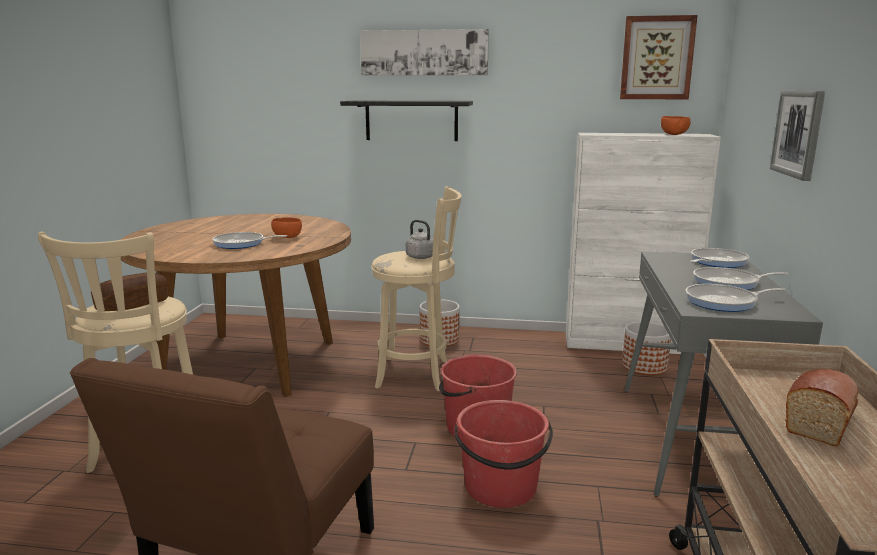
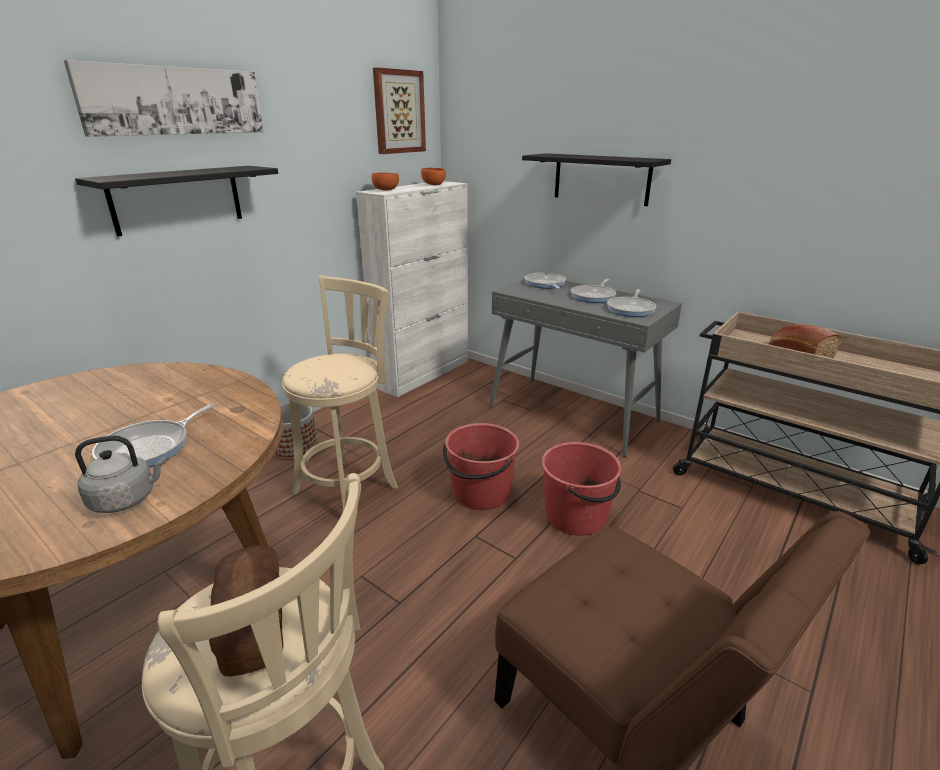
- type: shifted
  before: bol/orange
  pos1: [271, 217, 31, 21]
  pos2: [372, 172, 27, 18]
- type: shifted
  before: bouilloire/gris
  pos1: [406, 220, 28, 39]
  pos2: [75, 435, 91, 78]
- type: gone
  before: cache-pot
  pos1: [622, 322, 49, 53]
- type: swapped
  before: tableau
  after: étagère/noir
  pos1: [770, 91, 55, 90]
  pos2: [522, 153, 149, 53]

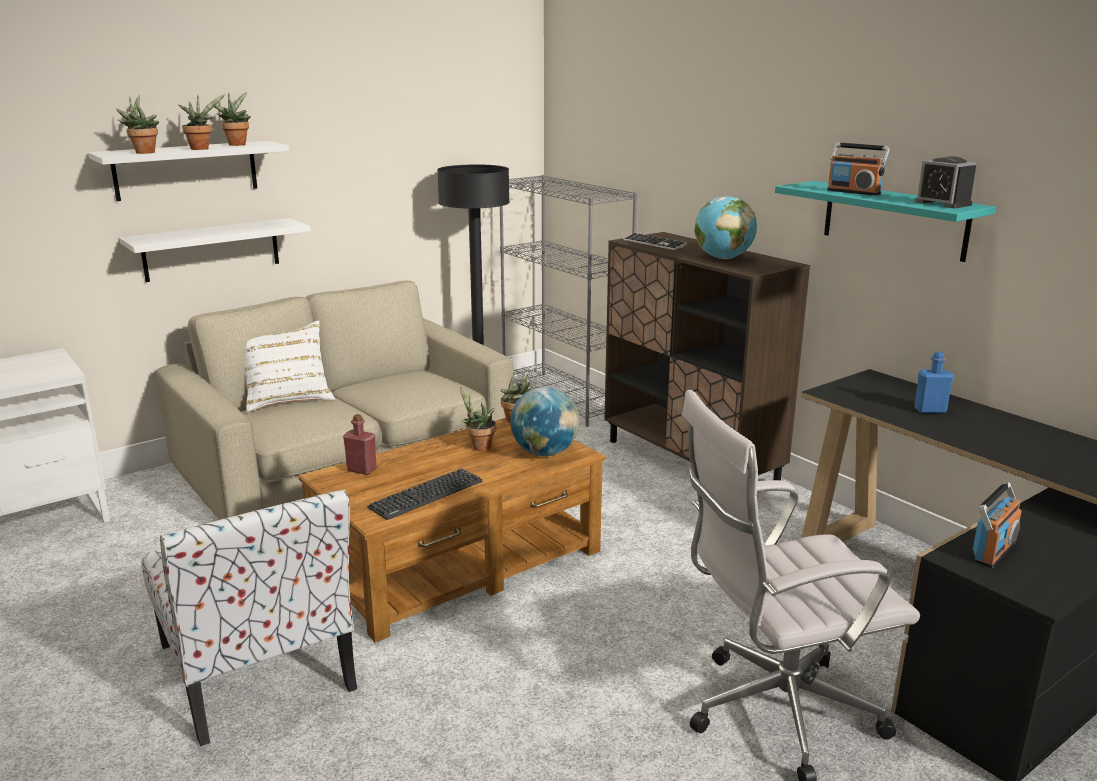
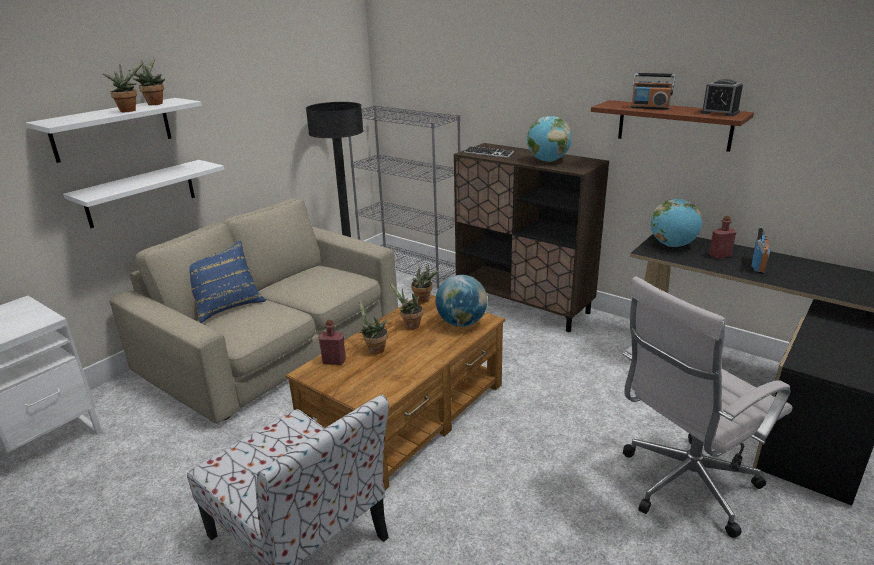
- type: shifted
  before: plante en pot
  pos1: [116, 96, 43, 58]
  pos2: [358, 300, 30, 54]
- type: repainted
  before: coussin/blanc
  after: coussin/bleu
  pos1: [245, 321, 90, 91]
  pos2: [189, 240, 77, 83]
- type: gone
  before: clavier
  pos1: [367, 468, 115, 52]
- type: repainted
  before: étagère/turquoise
  after: étagère/marron
  pos1: [775, 181, 221, 81]
  pos2: [591, 100, 163, 52]
- type: repainted
  before: bouteille/bleu
  after: bouteille/rouge
  pos1: [914, 352, 40, 61]
  pos2: [709, 216, 27, 43]
- type: shifted
  before: radio
  pos1: [973, 482, 49, 86]
  pos2: [752, 227, 19, 47]
- type: new
  after: globe
  pos2: [651, 199, 51, 48]

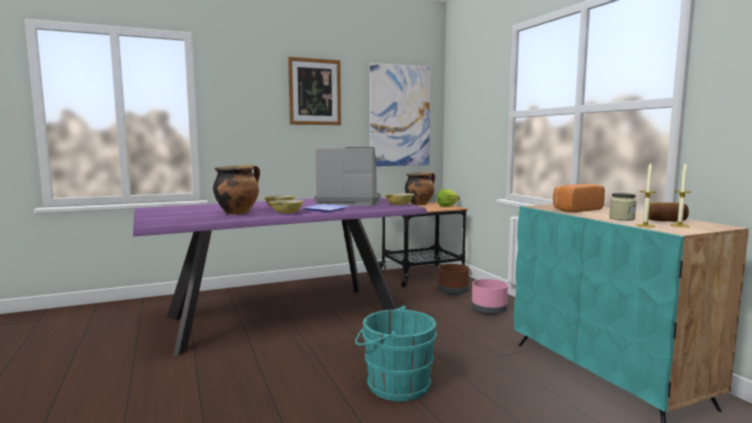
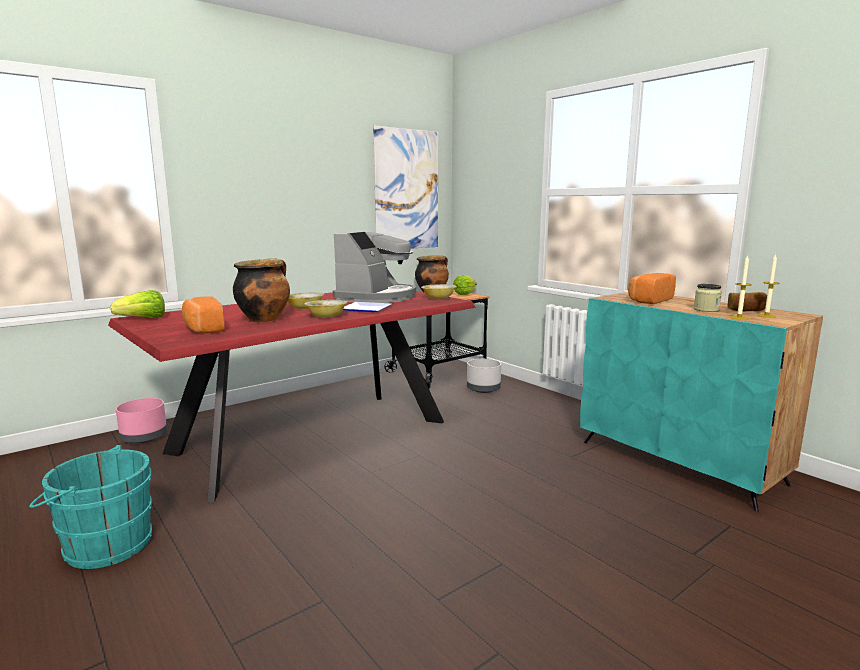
- type: repainted
  before: table à manger/violet
  after: table à manger/rouge
  pos1: [133, 198, 295, 158]
  pos2: [108, 291, 367, 212]
- type: gone
  before: tableau
  pos1: [288, 57, 53, 68]
- type: rotated
  before: machine à café
  pos1: [314, 147, 67, 59]
  pos2: [333, 231, 83, 72]
  turn: 120
- type: shifted
  before: seau/turquoise
  pos1: [355, 306, 82, 95]
  pos2: [29, 445, 123, 124]
- type: repainted
  before: cache-pot/marron
  after: cache-pot/gris
  pos1: [438, 264, 31, 31]
  pos2: [467, 359, 34, 34]
- type: shifted
  before: cache-pot/rose
  pos1: [472, 279, 36, 36]
  pos2: [116, 398, 51, 45]
- type: new
  after: laitue
  pos2: [110, 290, 55, 28]
- type: new
  after: pain
  pos2: [182, 296, 43, 37]

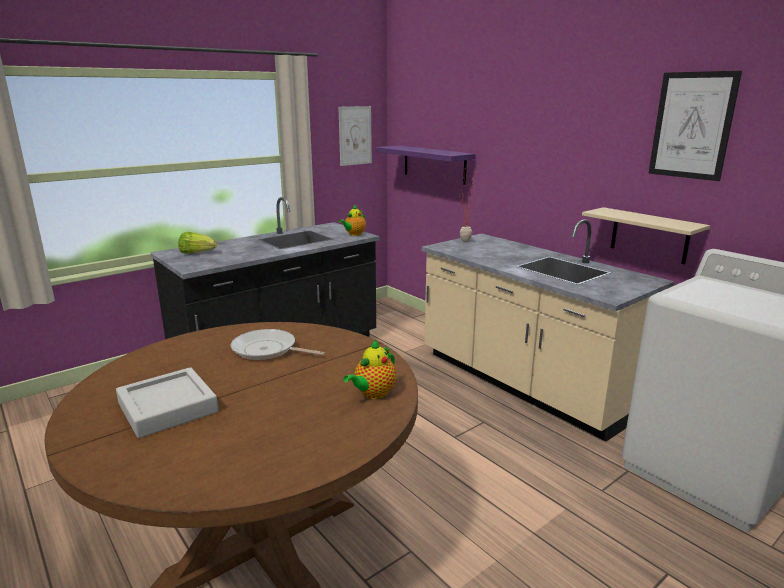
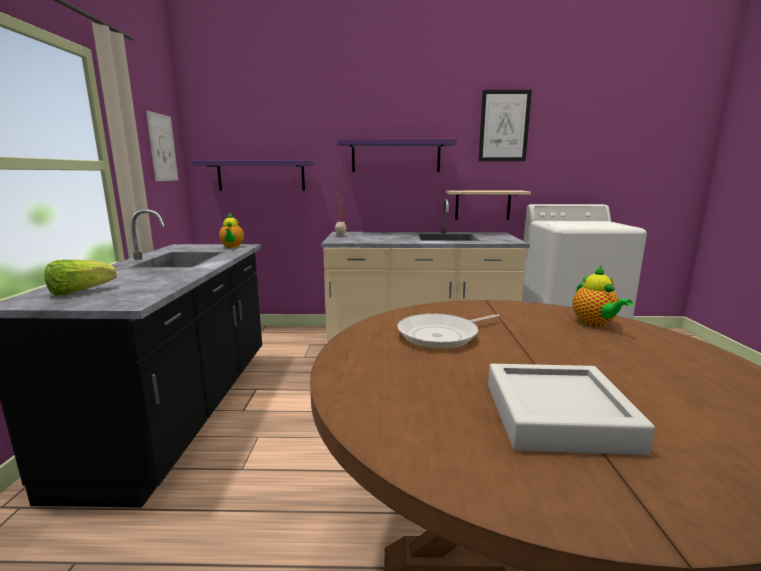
- type: new
  after: étagère/violet
  pos2: [337, 139, 120, 33]

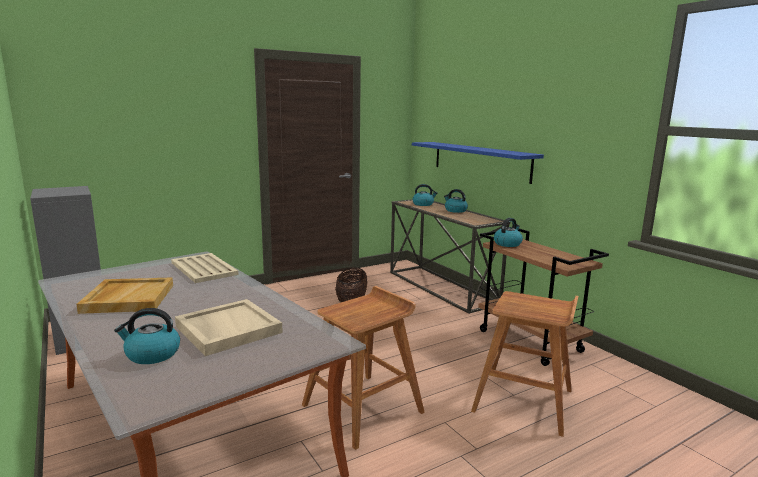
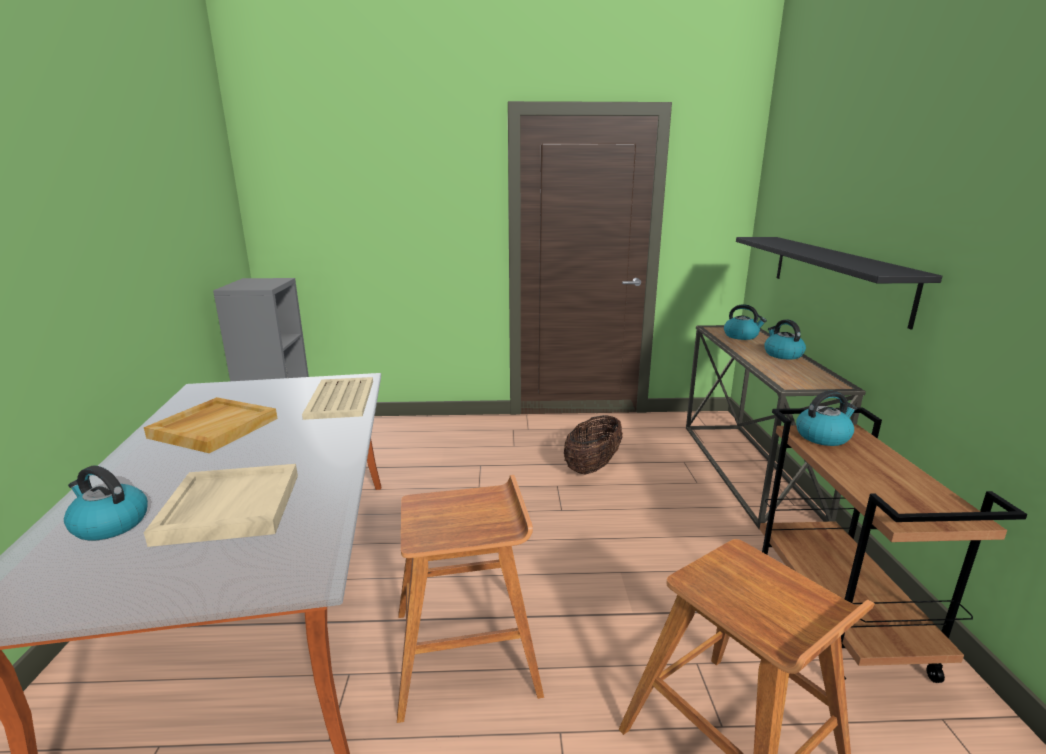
- type: repainted
  before: étagère/bleu
  after: étagère/noir
  pos1: [412, 142, 132, 42]
  pos2: [736, 237, 206, 93]

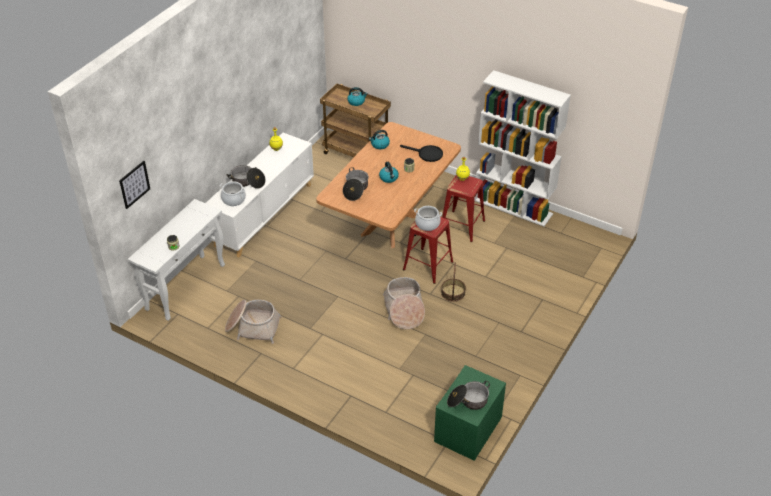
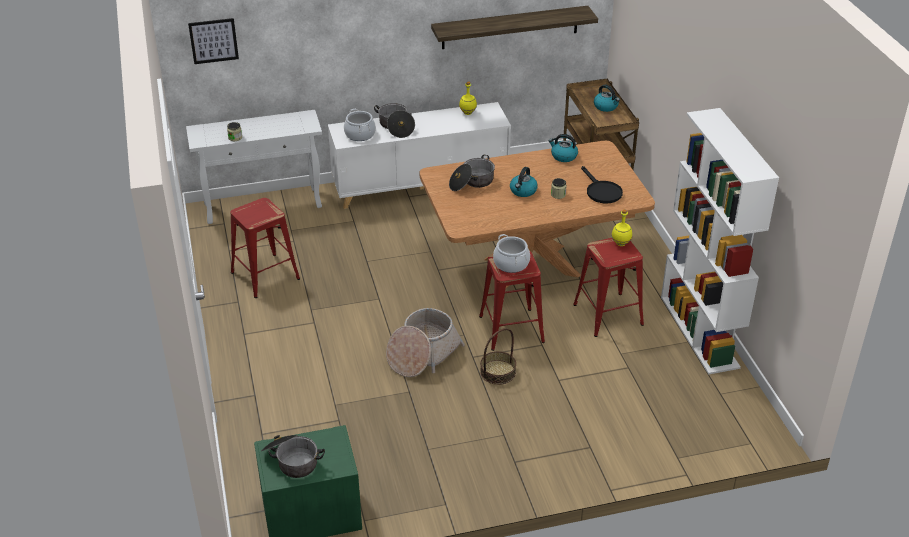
- type: swapped
  before: panier
  after: tabouret/rouge
  pos1: [225, 300, 57, 44]
  pos2: [230, 198, 70, 100]
- type: new
  after: étagère
  pos2: [431, 6, 167, 43]

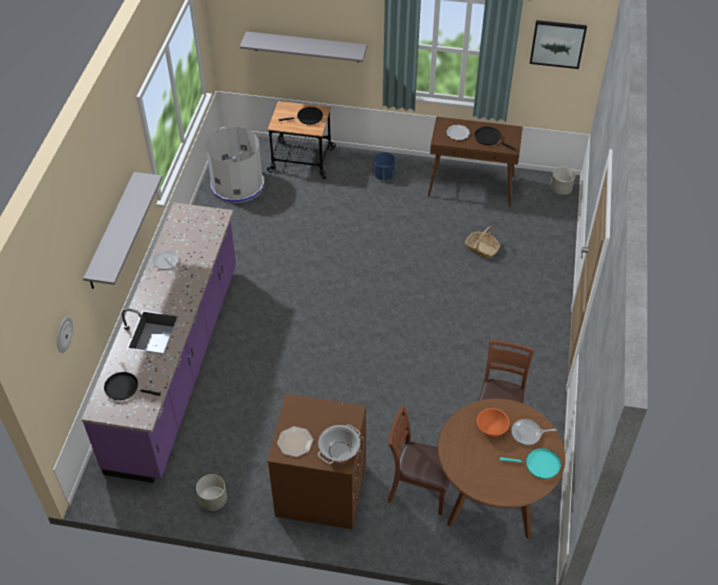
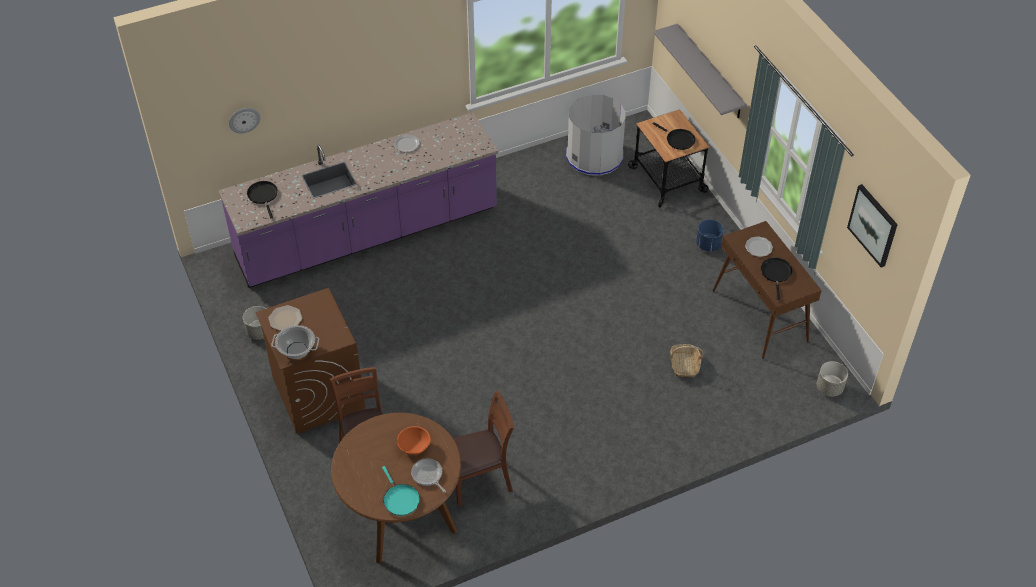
- type: gone
  before: étagère/gris
  pos1: [83, 172, 79, 117]

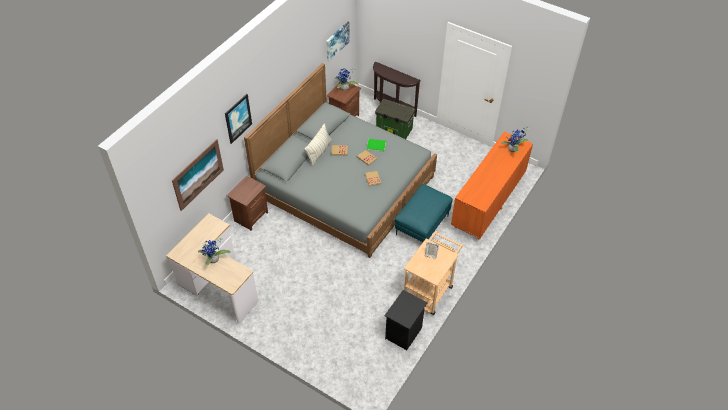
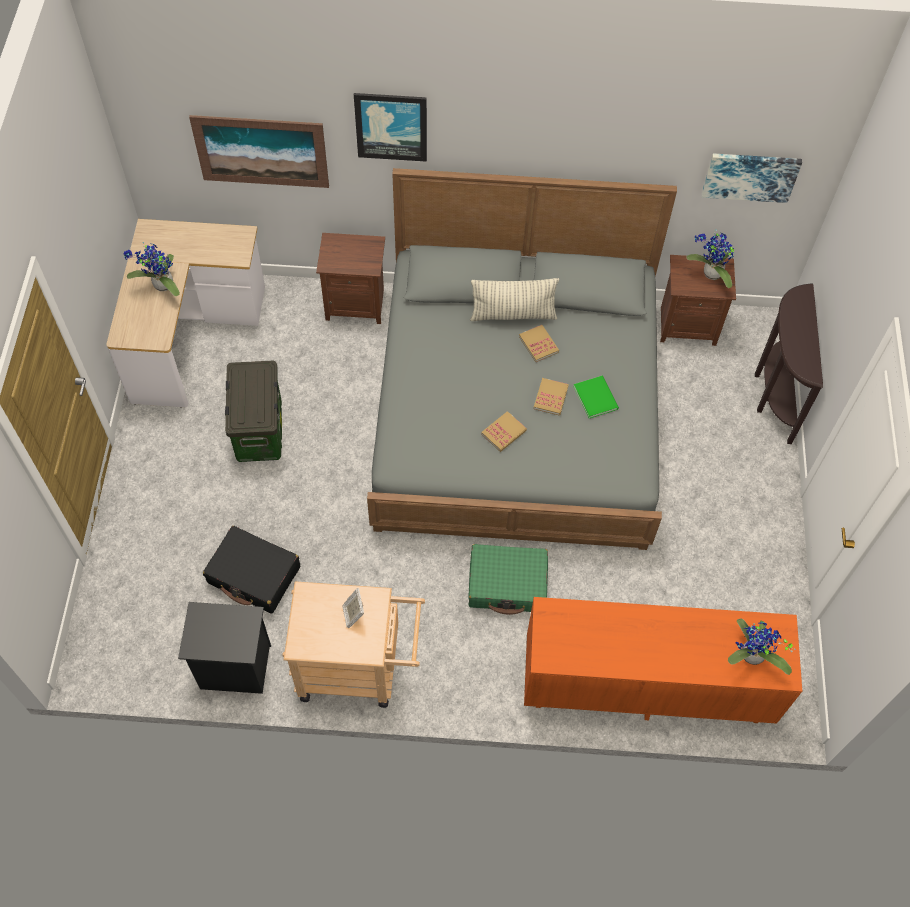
- type: shifted
  before: boîte de rangement
  pos1: [375, 99, 40, 40]
  pos2: [225, 361, 57, 101]
- type: swapped
  before: pouf/turquoise
  after: valise/vert
  pos1: [395, 184, 58, 58]
  pos2: [468, 544, 80, 71]
- type: new
  after: valise/noir
  pos2: [203, 526, 97, 87]

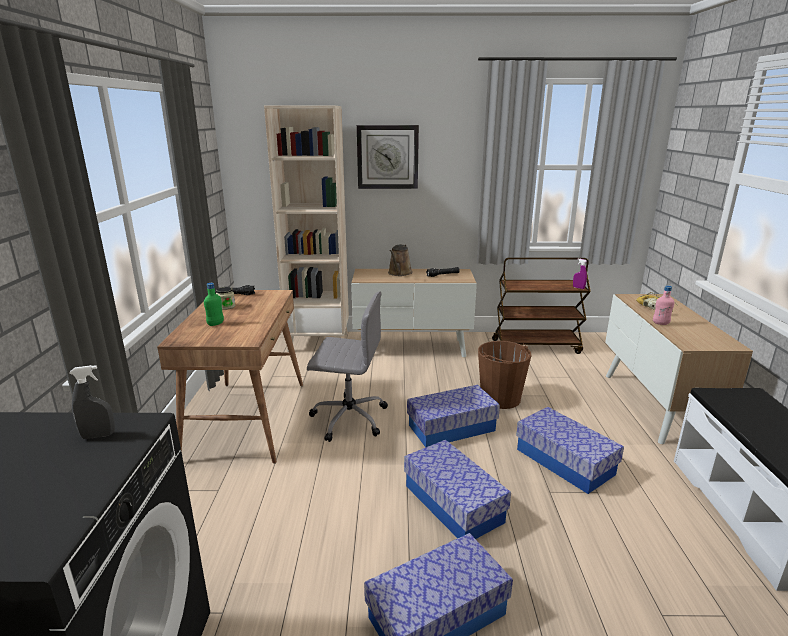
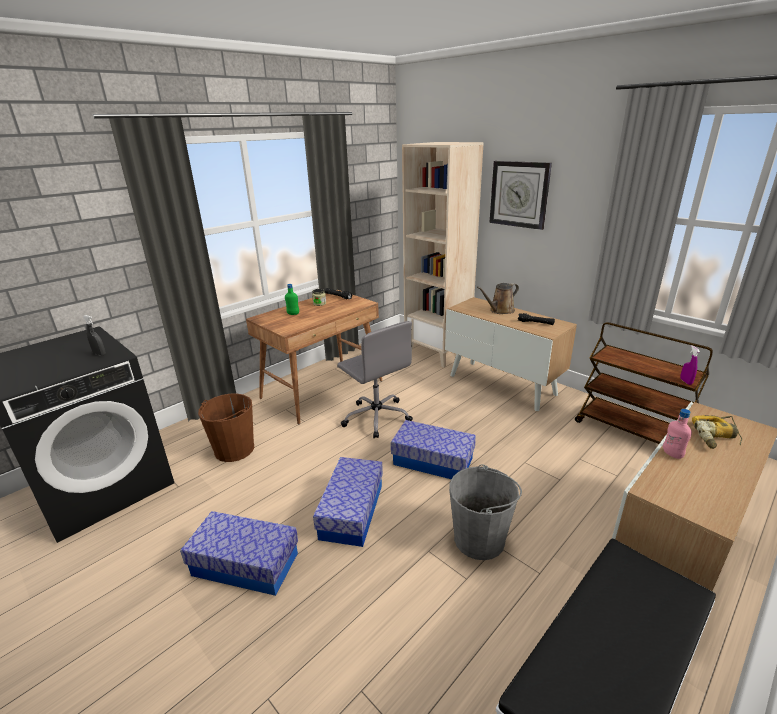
- type: shifted
  before: seau/marron
  pos1: [478, 341, 54, 68]
  pos2: [198, 394, 56, 68]
- type: swapped
  before: boîte de rangement
  after: seau/gris
  pos1: [516, 407, 108, 87]
  pos2: [449, 464, 73, 96]

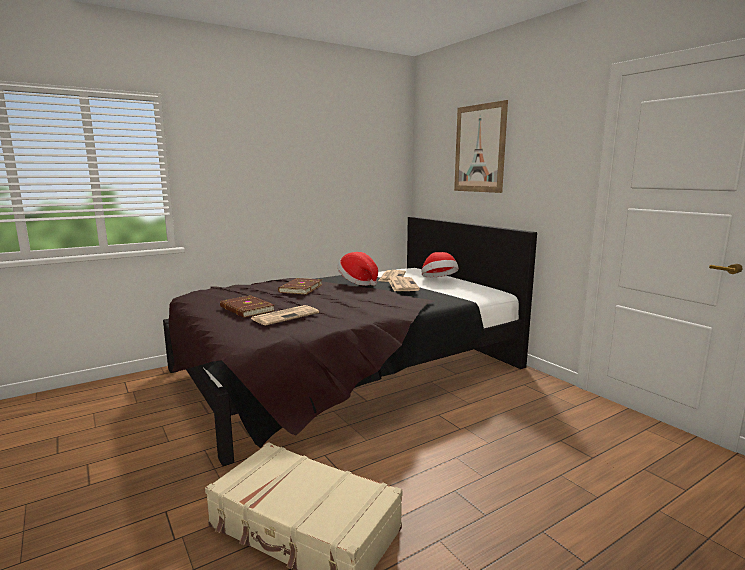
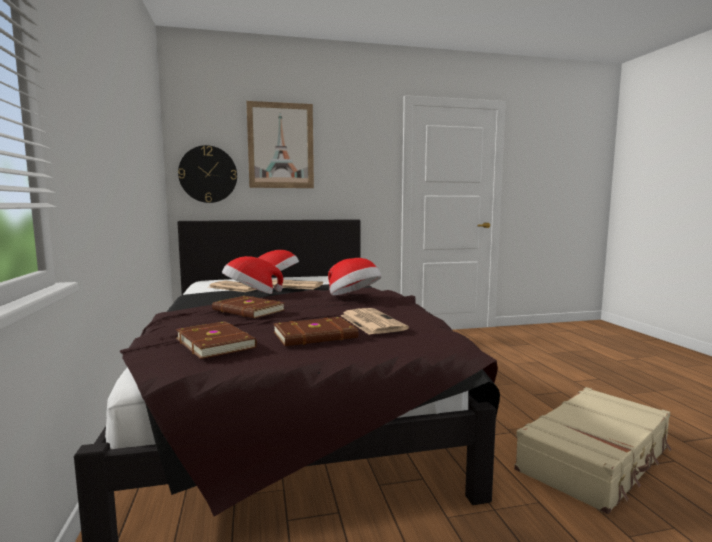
- type: new
  after: livre/marron
  pos2: [175, 322, 82, 37]
- type: new
  after: horloge murale
  pos2: [178, 145, 59, 58]
- type: new
  after: chapeau
  pos2: [328, 258, 54, 38]

